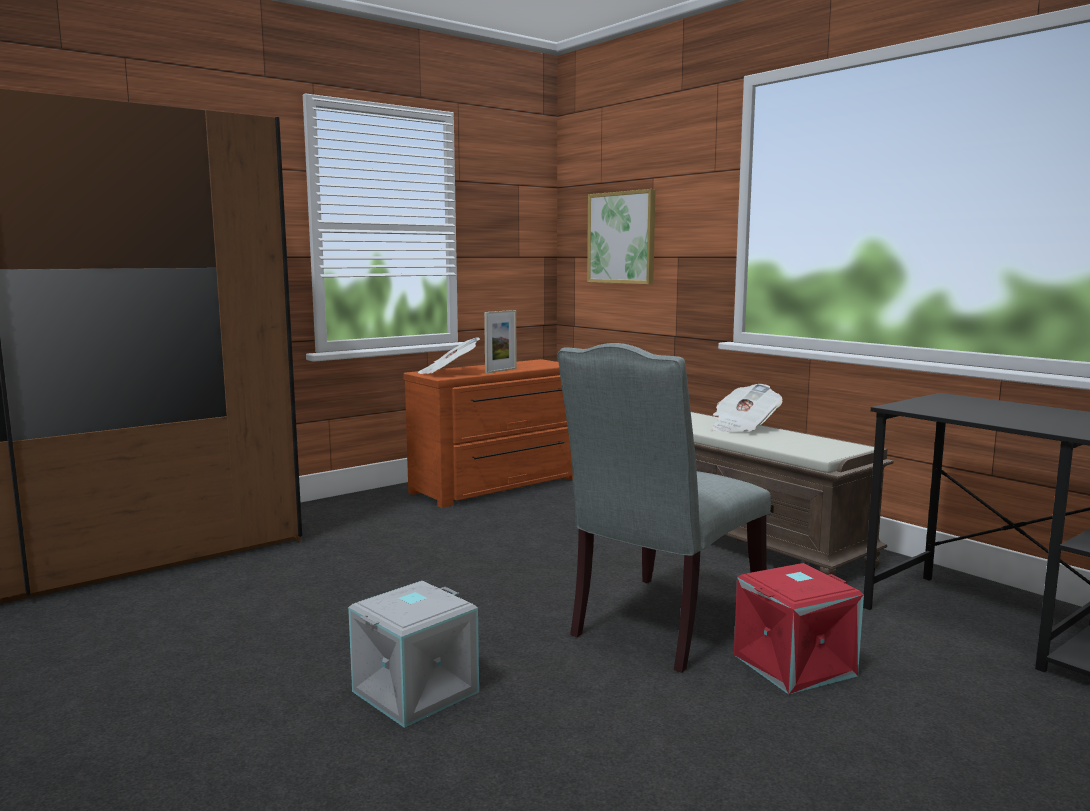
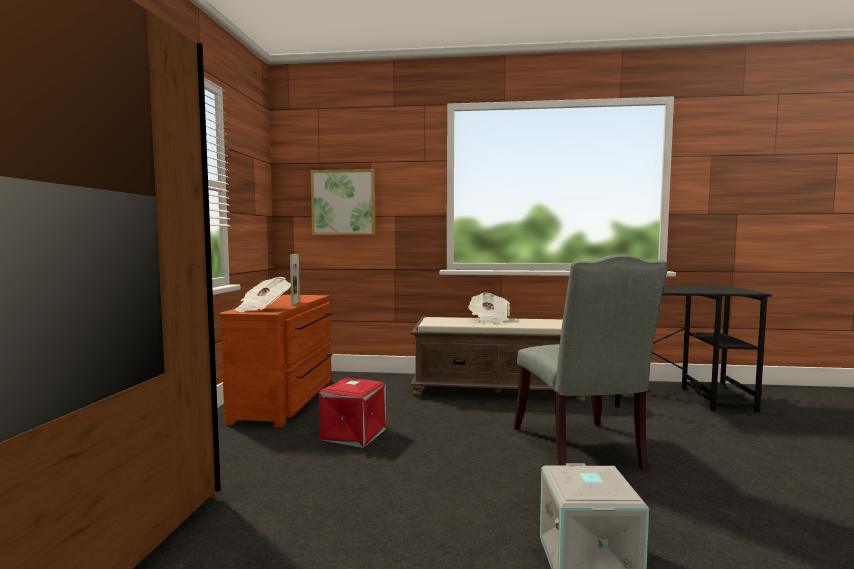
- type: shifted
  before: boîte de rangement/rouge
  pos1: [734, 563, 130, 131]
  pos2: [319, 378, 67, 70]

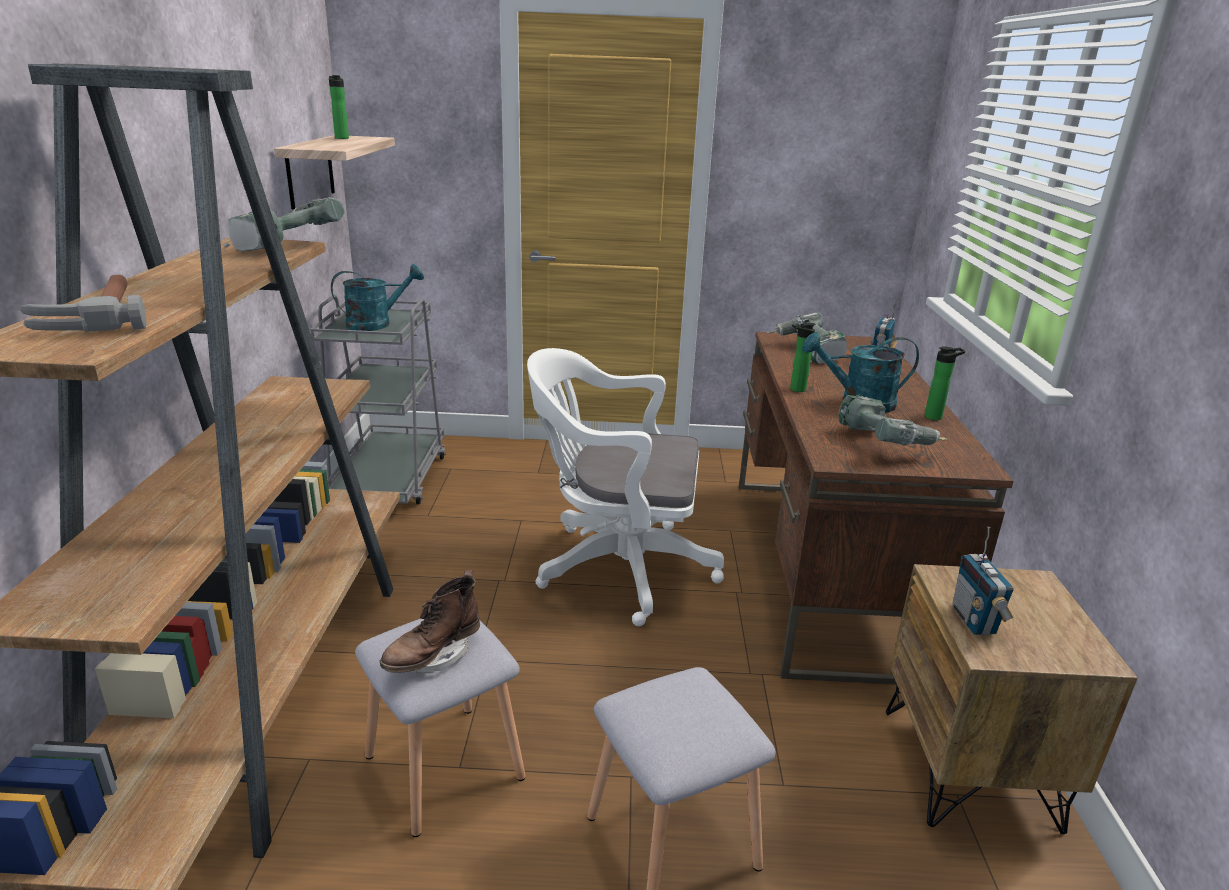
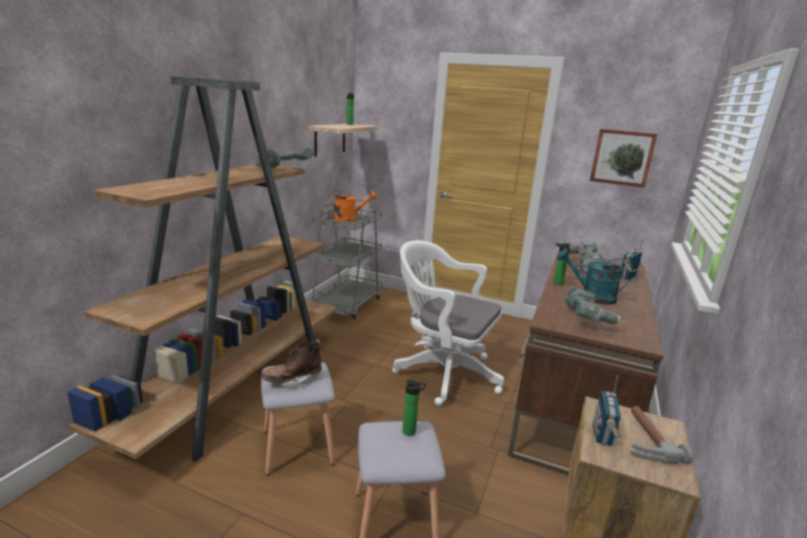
- type: shifted
  before: marteau
  pos1: [19, 274, 128, 58]
  pos2: [630, 406, 63, 58]
- type: repainted
  before: arrosoir/turquoise
  after: arrosoir/orange
  pos1: [331, 264, 93, 67]
  pos2: [328, 190, 49, 32]
- type: shifted
  before: bouteille
  pos1: [925, 346, 40, 74]
  pos2: [402, 380, 24, 56]
- type: new
  after: tableau
  pos2: [590, 129, 68, 59]

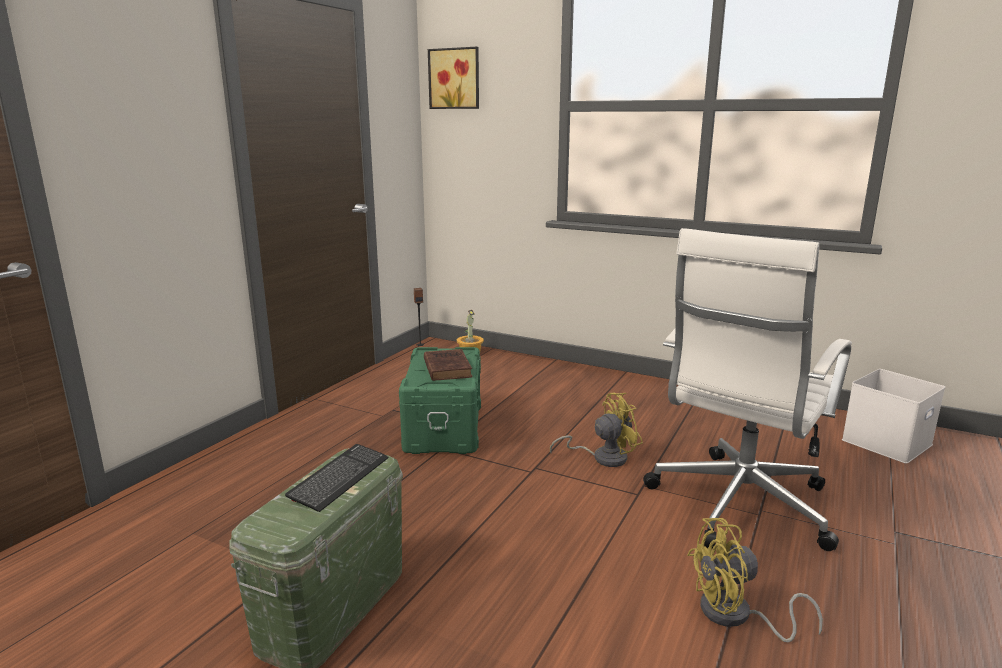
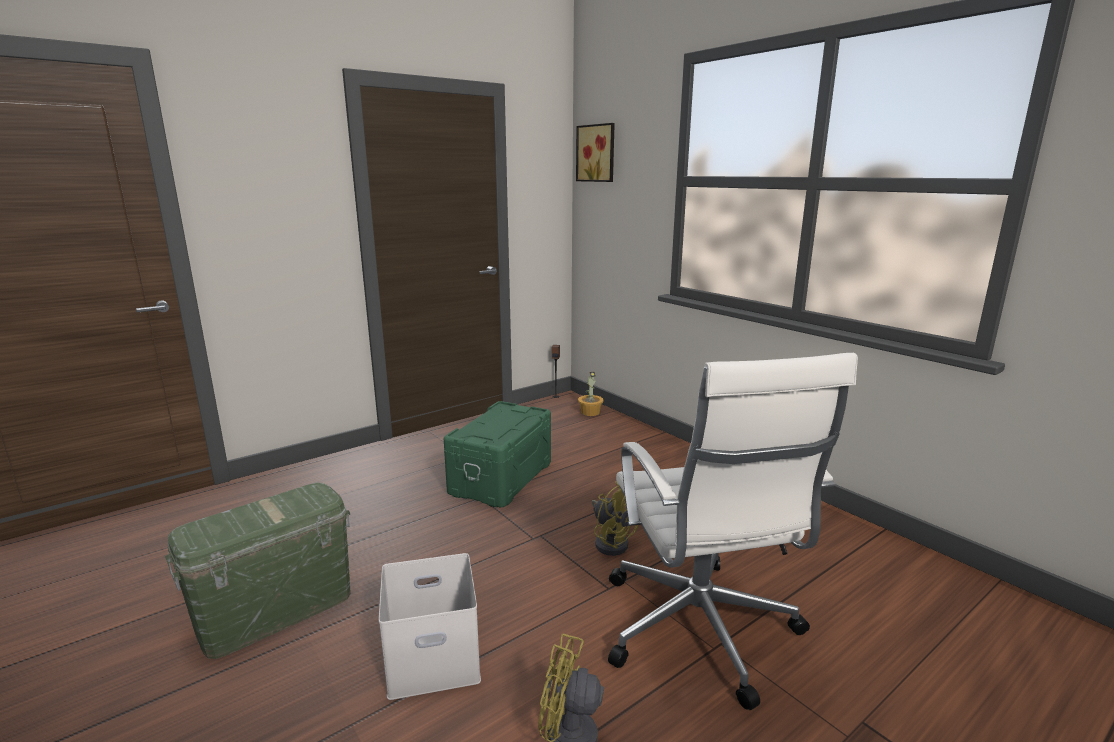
- type: gone
  before: clavier
  pos1: [285, 444, 103, 68]
- type: gone
  before: livre/marron
  pos1: [424, 349, 49, 32]
- type: rotated
  before: ventilateur/jaune
  pos1: [550, 393, 93, 74]
  pos2: [592, 481, 47, 75]
  turn: 45
- type: rotated
  before: chaise de bureau/blanc
  pos1: [643, 228, 209, 323]
  pos2: [608, 353, 250, 357]
  turn: -75
- type: shifted
  before: boîte de rangement/blanc
  pos1: [842, 369, 103, 94]
  pos2: [379, 553, 102, 147]

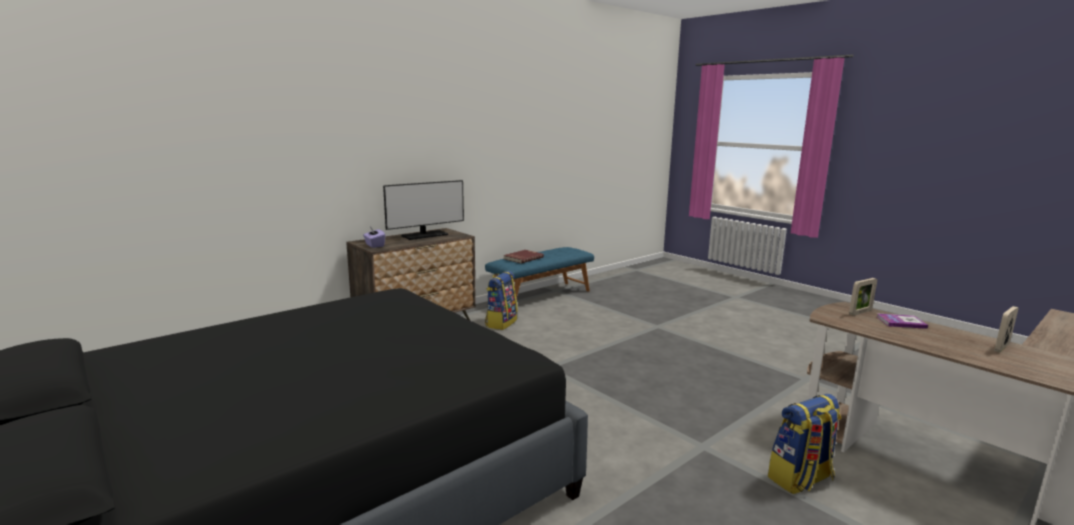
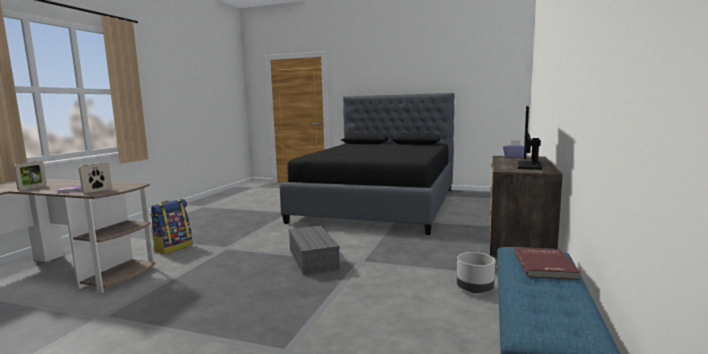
- type: swapped
  before: sac à dos
  after: cache-pot/gris
  pos1: [485, 271, 33, 59]
  pos2: [457, 252, 38, 41]
- type: new
  after: boîte de rangement/gris
  pos2: [289, 226, 51, 50]

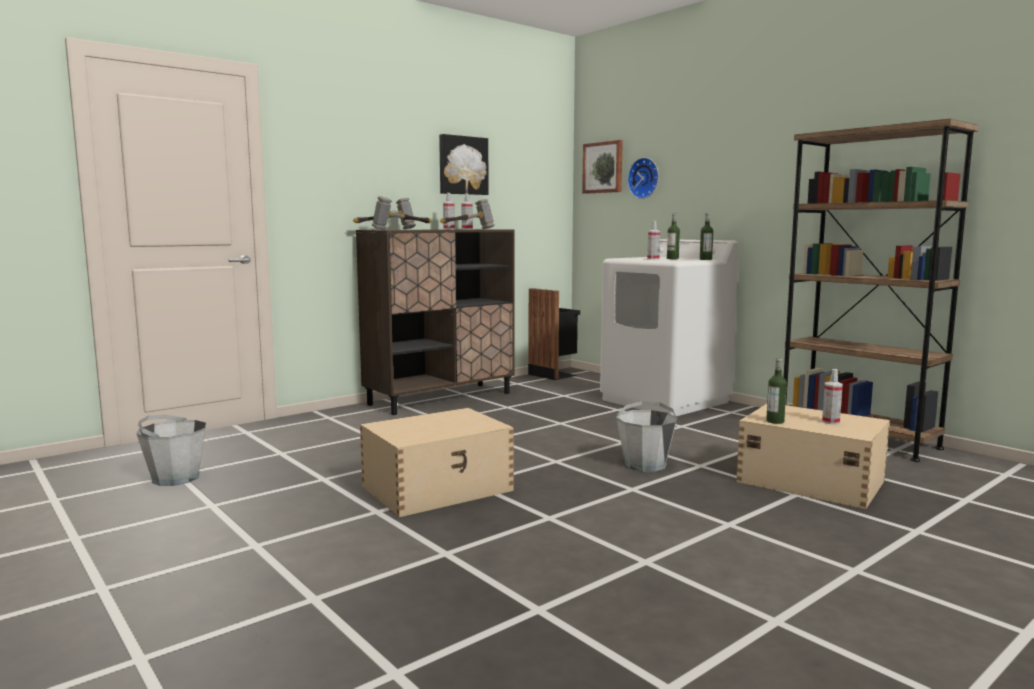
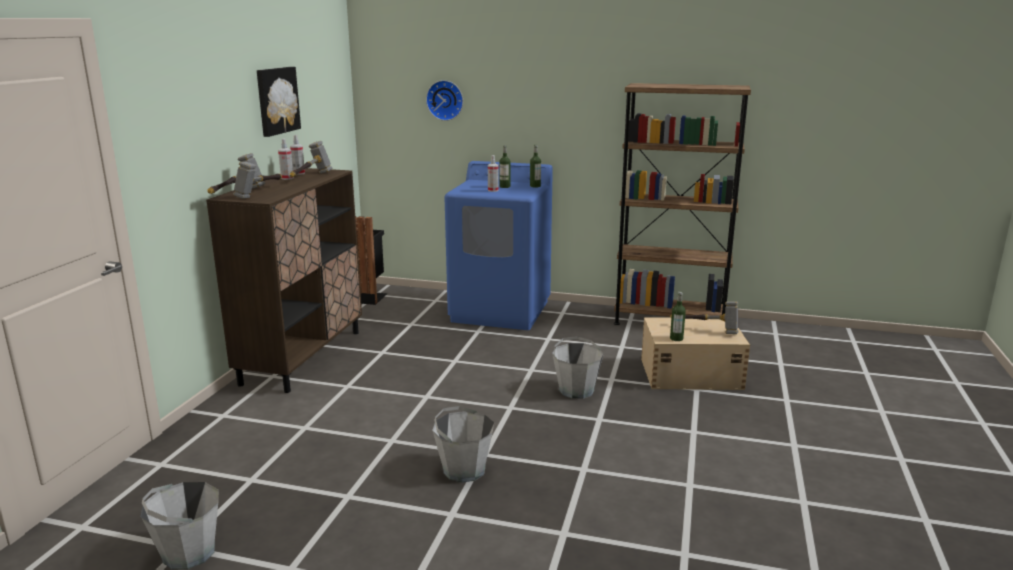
- type: swapped
  before: boîte de rangement/beige
  after: seau/gris
  pos1: [360, 408, 154, 109]
  pos2: [432, 406, 62, 77]
- type: gone
  before: tableau
  pos1: [582, 140, 41, 54]
- type: repainted
  before: lave-linge/blanc
  after: lave-linge/bleu
  pos1: [600, 239, 139, 177]
  pos2: [444, 161, 109, 169]
- type: swapped
  before: vaporisateur
  after: marteau
  pos1: [822, 369, 21, 55]
  pos2: [670, 301, 68, 33]

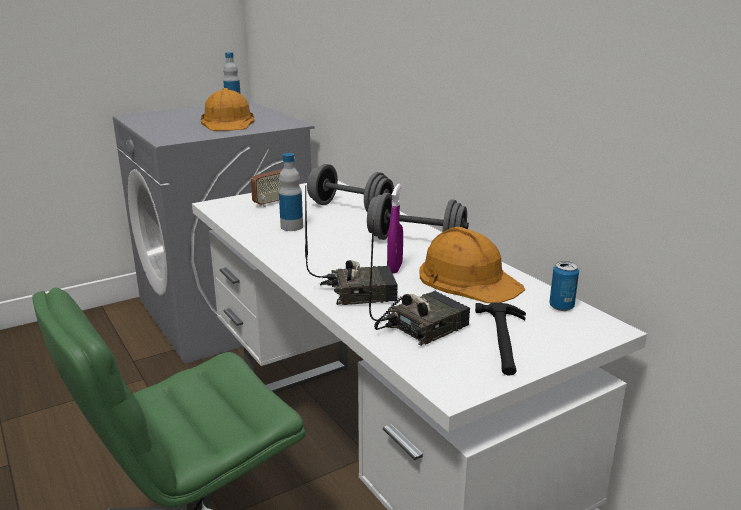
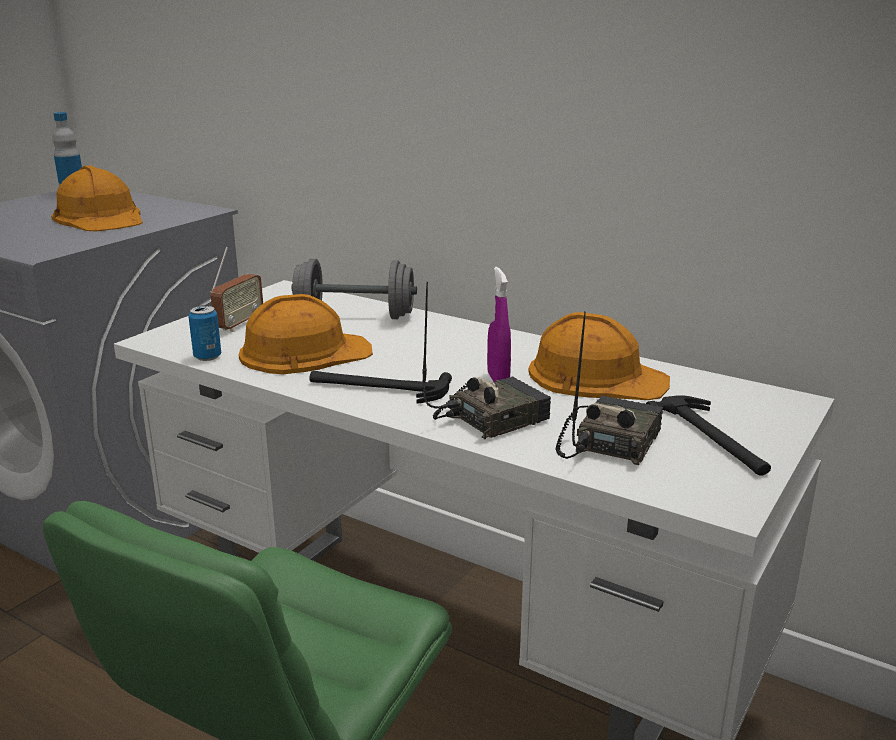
- type: swapped
  before: bouteille
  after: casque de chantier/orange
  pos1: [279, 153, 24, 78]
  pos2: [239, 294, 134, 80]
- type: gone
  before: haltère/gris
  pos1: [367, 193, 102, 47]
- type: shifted
  before: boîte métallique
  pos1: [549, 261, 30, 50]
  pos2: [188, 305, 33, 56]
- type: new
  after: marteau
  pos2: [309, 371, 143, 33]

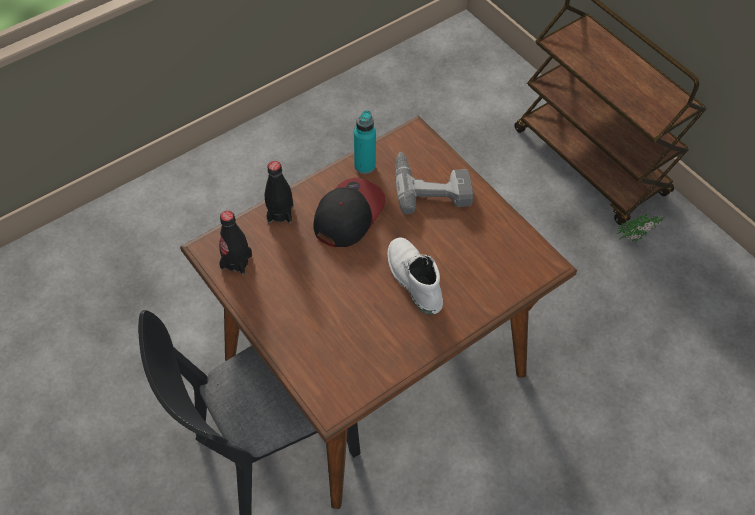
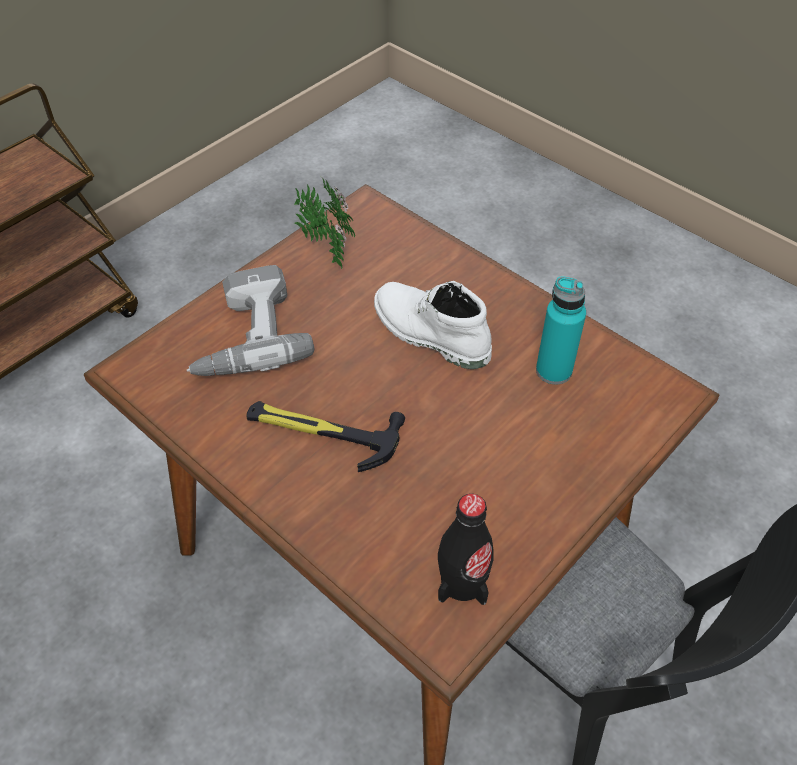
- type: gone
  before: bouteille/noir
  pos1: [264, 161, 29, 63]
- type: swapped
  before: casquette
  after: marteau
  pos1: [313, 177, 72, 70]
  pos2: [246, 401, 159, 71]
- type: shifted
  before: bouteille/turquoise
  pos1: [354, 110, 22, 64]
  pos2: [536, 276, 50, 108]
- type: rotated
  before: botte/blanc
  pos1: [388, 237, 55, 78]
  pos2: [374, 281, 118, 88]
  turn: 75
- type: shifted
  before: plante en pot
  pos1: [616, 214, 50, 28]
  pos2: [294, 178, 61, 91]

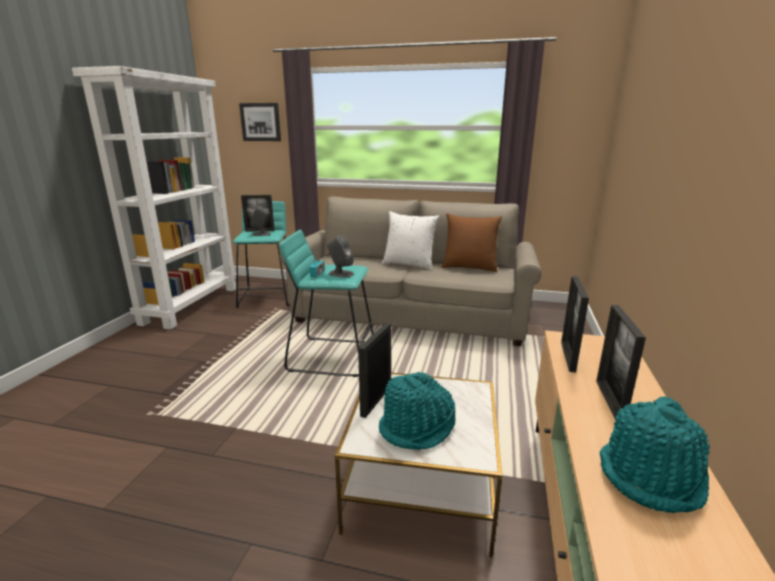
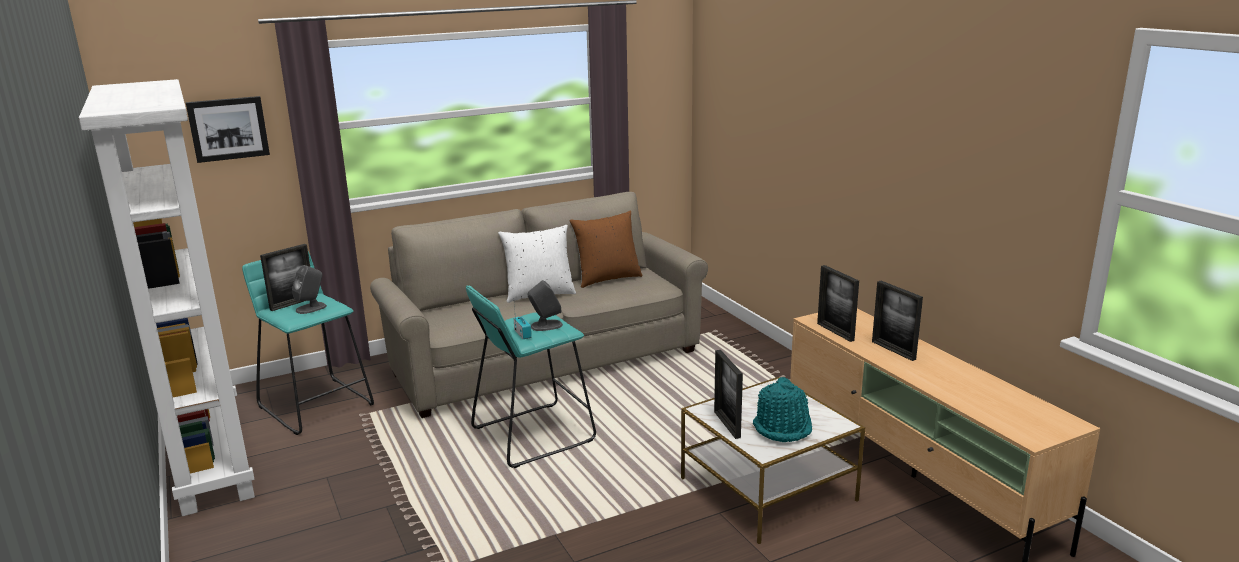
- type: gone
  before: chapeau/turquoise
  pos1: [600, 396, 110, 117]

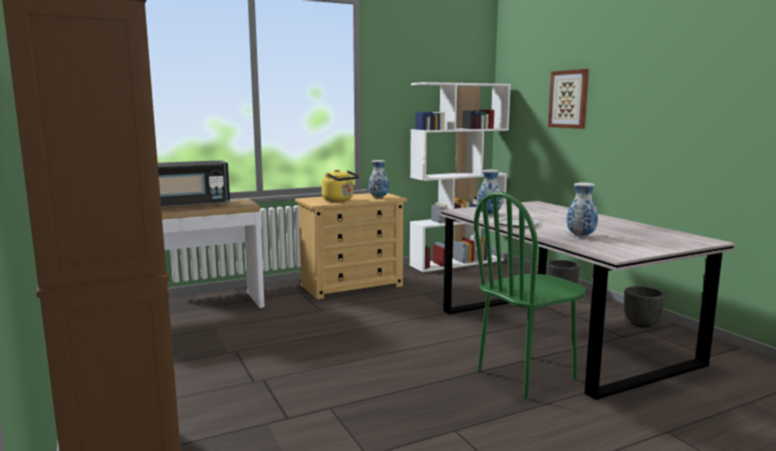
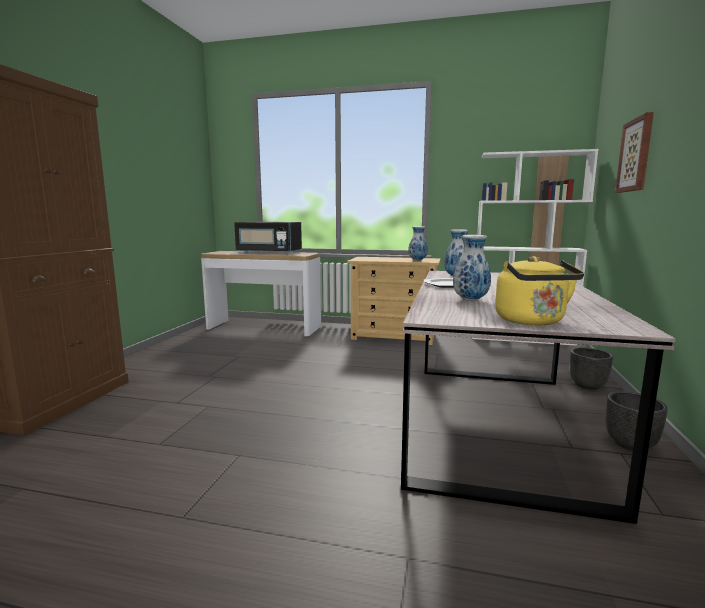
- type: shifted
  before: bouilloire/jaune
  pos1: [322, 170, 37, 32]
  pos2: [495, 256, 89, 69]
- type: gone
  before: chaise/vert
  pos1: [474, 192, 112, 207]

